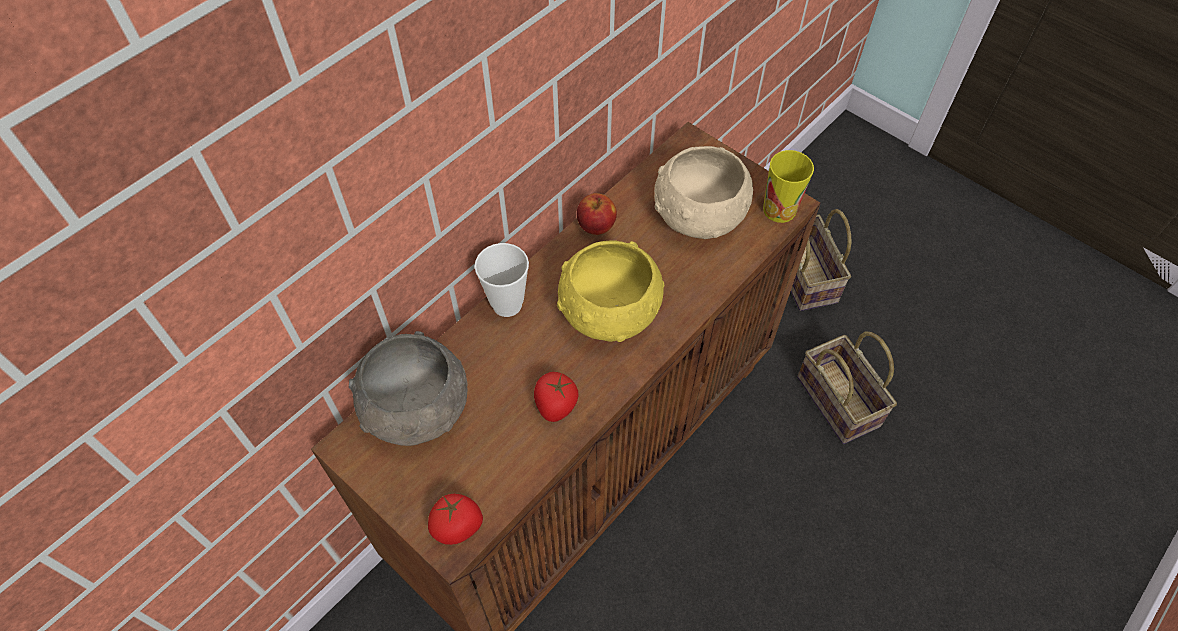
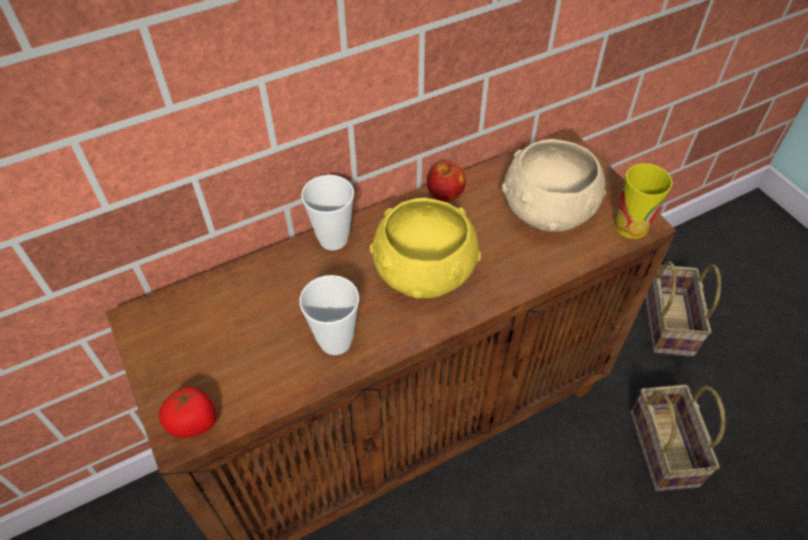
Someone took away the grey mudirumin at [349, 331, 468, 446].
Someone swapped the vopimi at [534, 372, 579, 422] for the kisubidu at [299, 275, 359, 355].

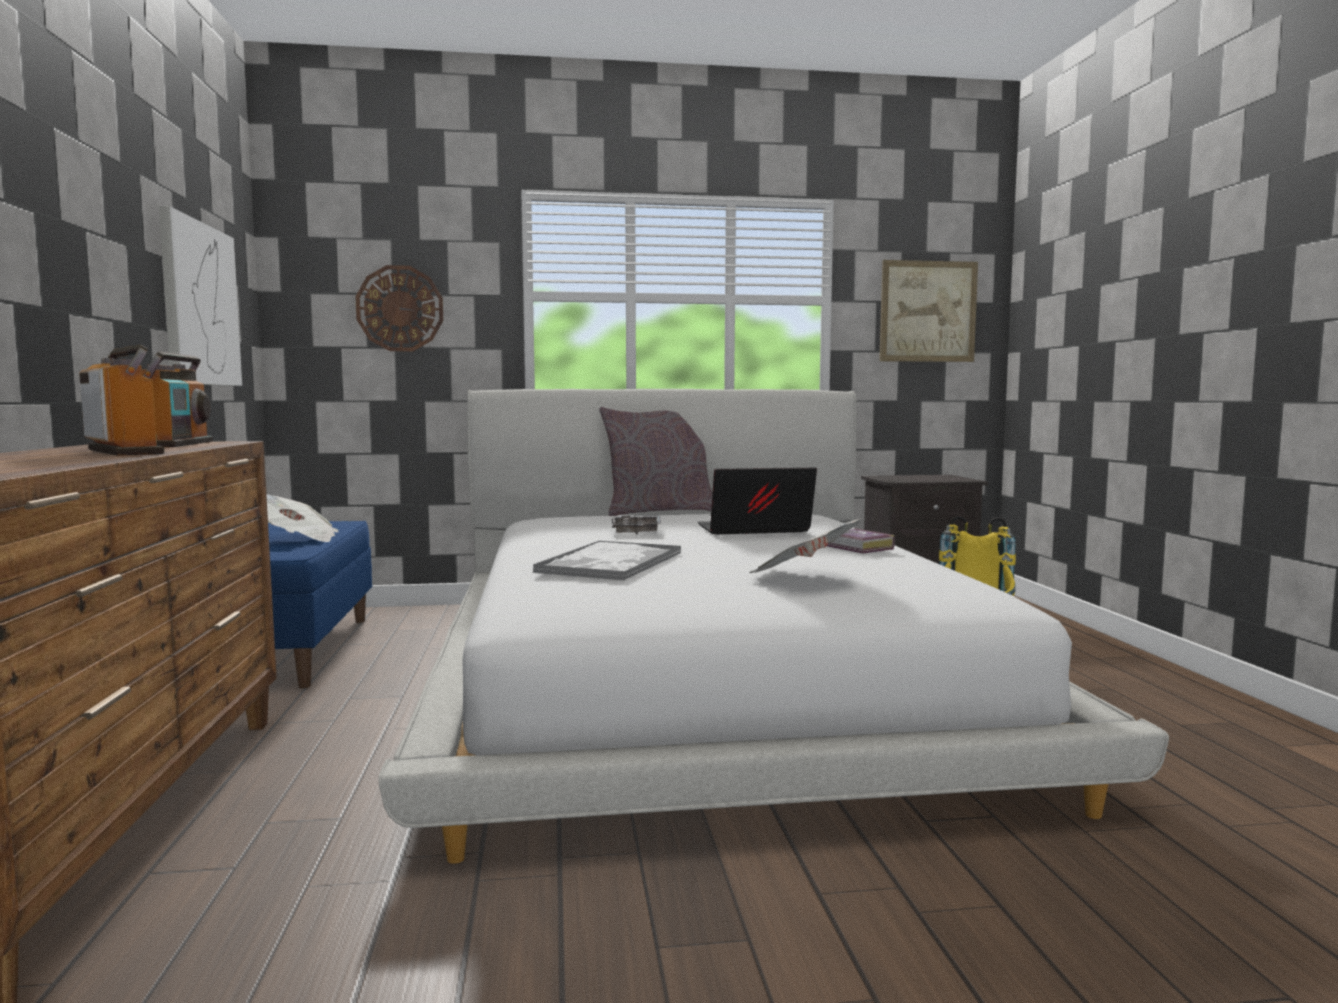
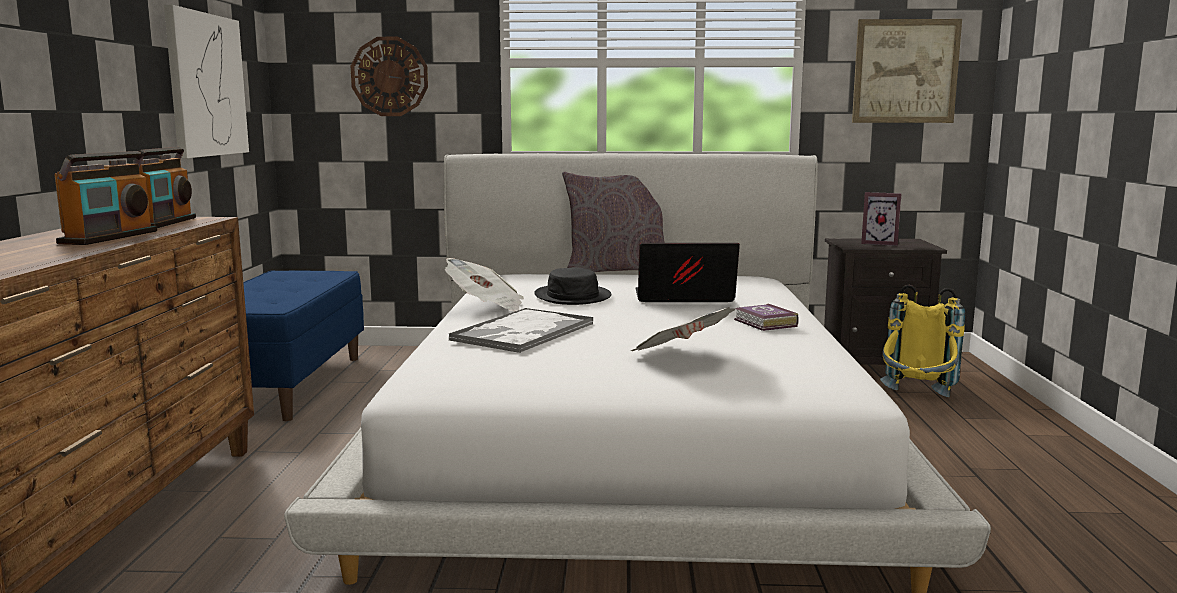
Someone rotated the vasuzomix at [79, 344, 164, 456] by 45 degrees clockwise.
Someone carried the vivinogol from [266, 494, 339, 542] to [445, 258, 524, 311].
Someone swapped the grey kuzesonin at [612, 515, 661, 535] for the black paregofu at [534, 267, 612, 305].
Someone put down the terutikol at [861, 192, 902, 246].

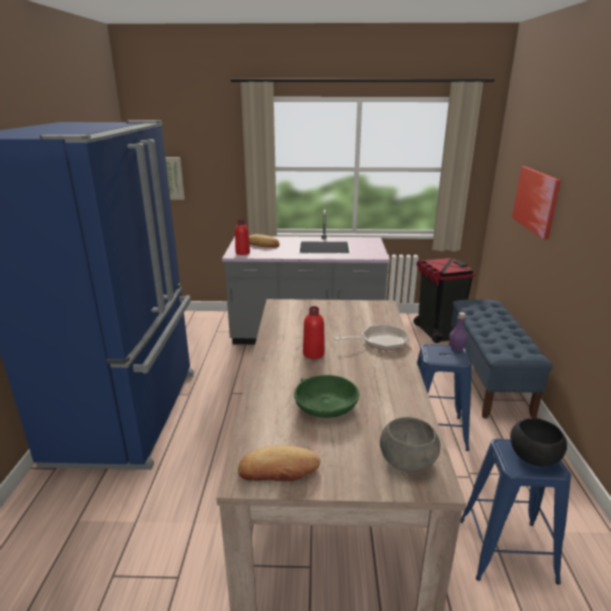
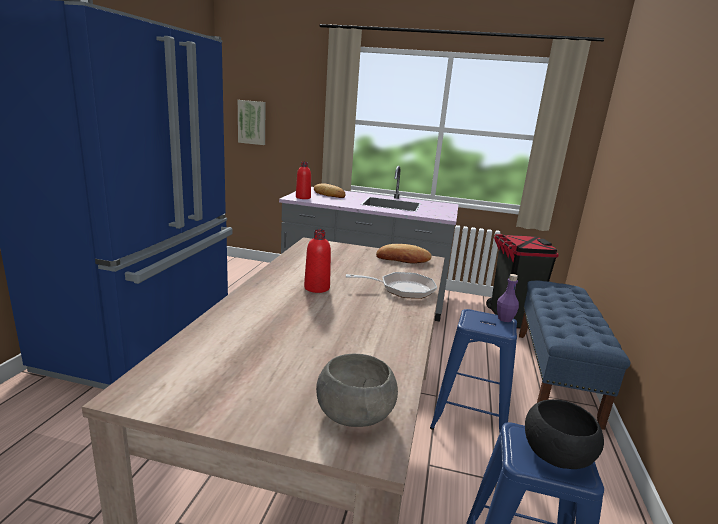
Someone carried the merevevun from [238, 446, 321, 481] to [376, 244, 432, 264].
Someone took away the green mudirumin at [294, 375, 359, 418].
Someone took away the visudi at [512, 166, 561, 240].

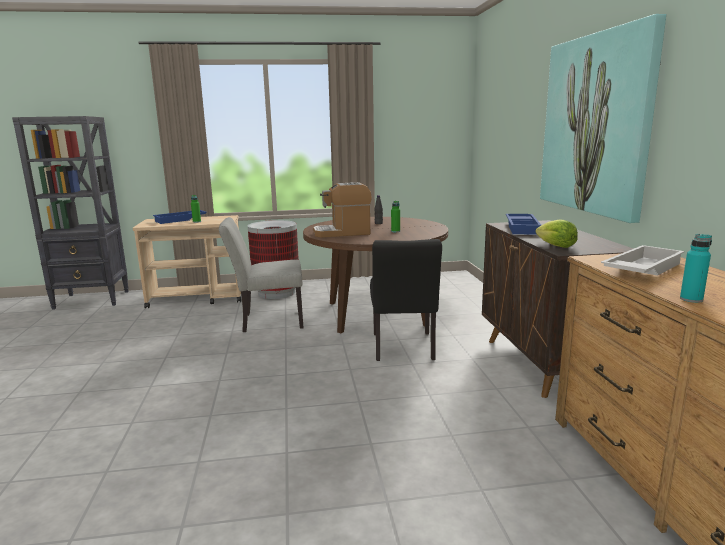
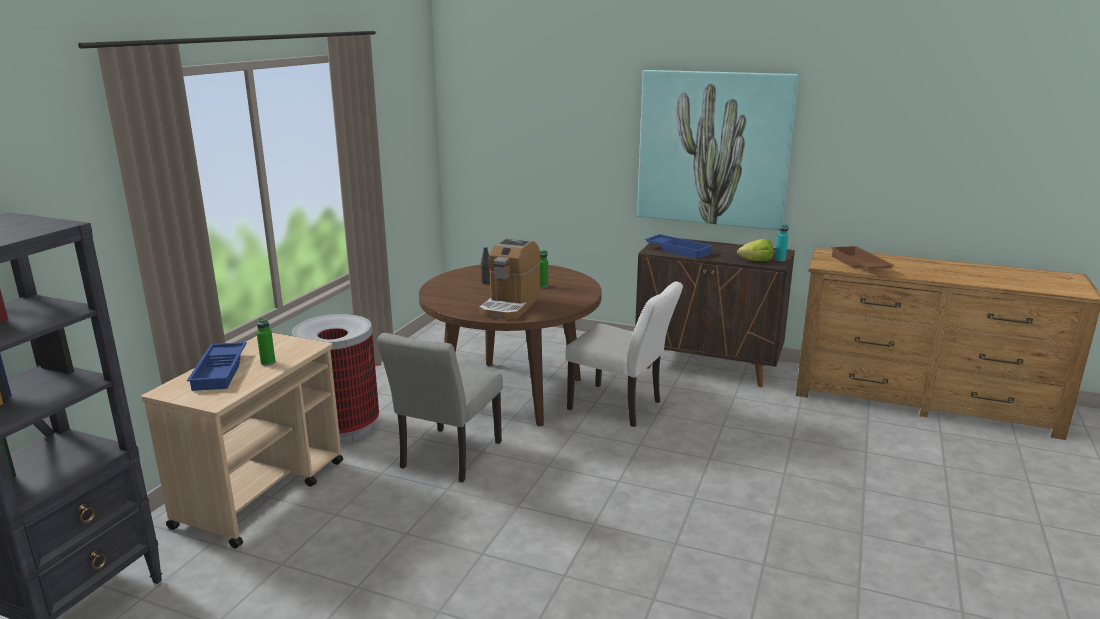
Someone repainted the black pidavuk at [370, 239, 442, 361], which became the white pidavuk at [565, 281, 683, 427].
Someone repainted the white kuzesonin at [601, 245, 685, 276], which became the brown kuzesonin at [831, 246, 895, 269].
Someone carried the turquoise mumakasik from [680, 234, 712, 303] to [775, 224, 788, 261].

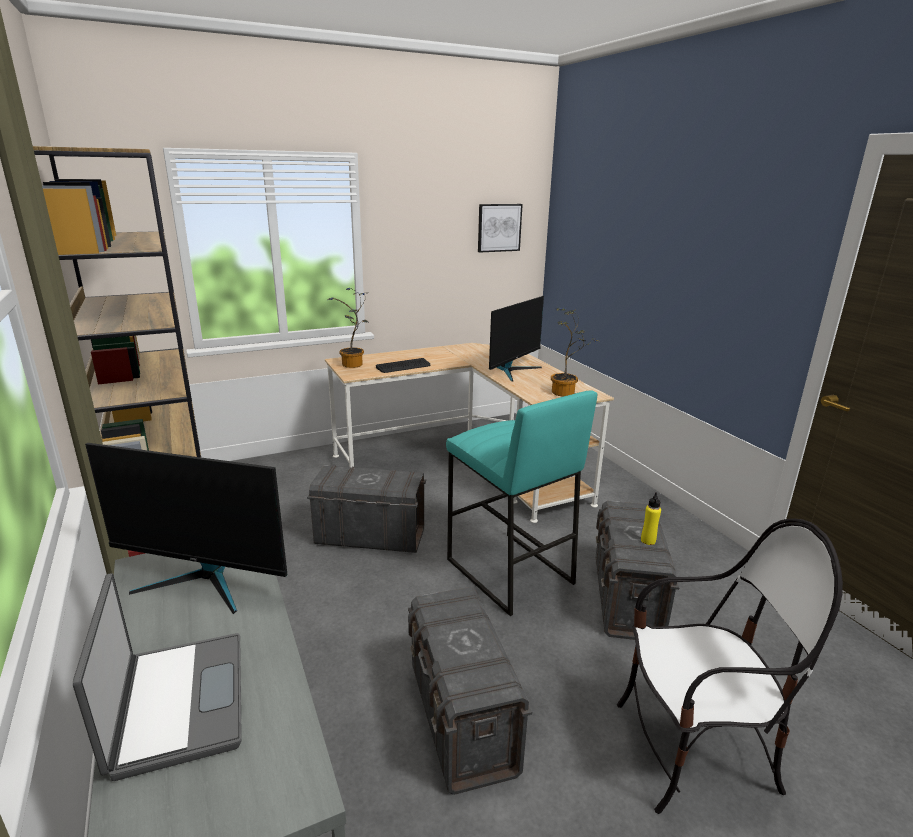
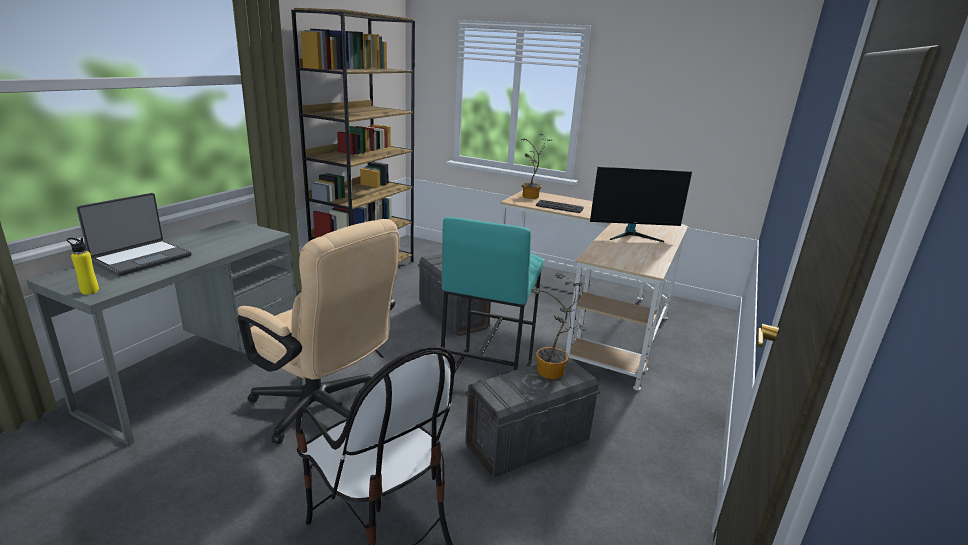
Someone took away the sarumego at [85, 443, 287, 614].
Someone swapped the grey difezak at [408, 587, 532, 795] for the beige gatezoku at [237, 219, 399, 444].
Someone took away the visudi at [478, 204, 523, 253].
Someone carried the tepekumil from [551, 308, 599, 397] to [531, 273, 588, 379].
Someone carried the yellow mumakasik from [641, 492, 661, 545] to [67, 238, 99, 294].

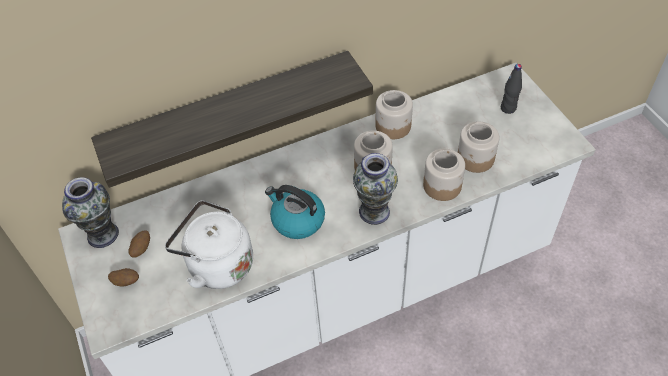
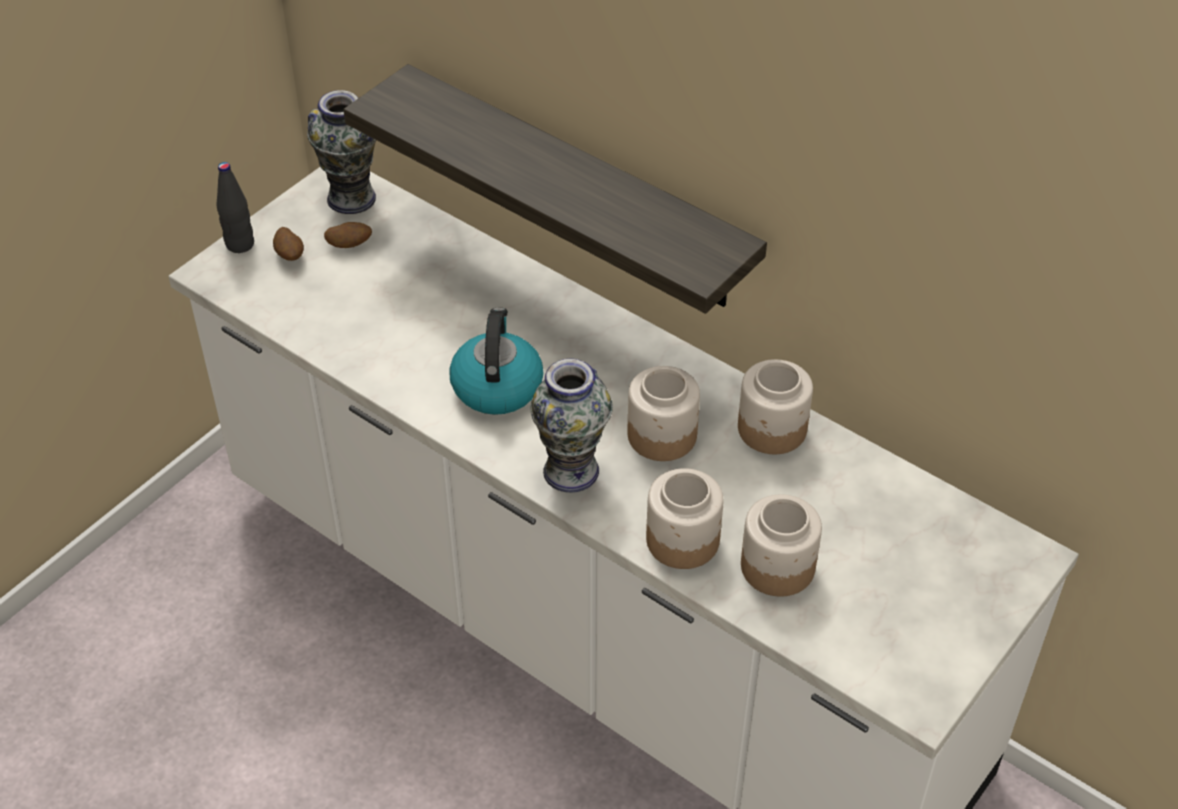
Someone took away the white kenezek at [165, 200, 253, 289].
Someone carried the black mumakasik from [501, 64, 522, 114] to [216, 162, 254, 253].

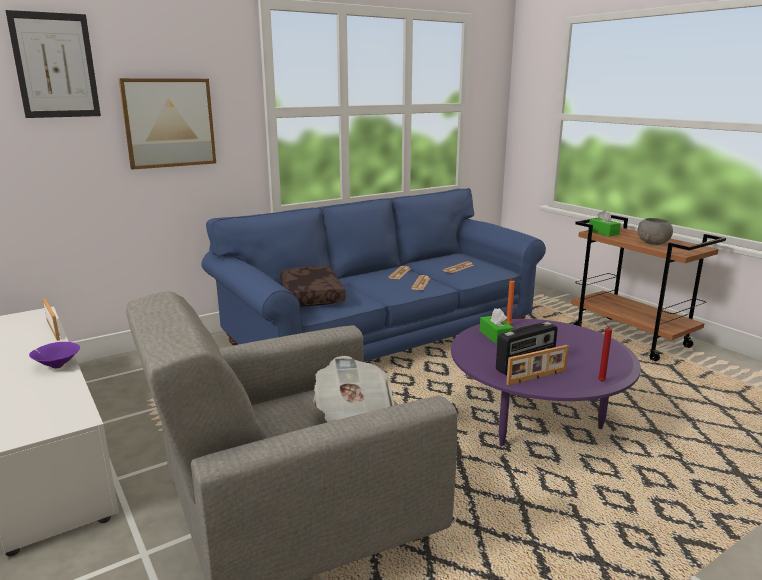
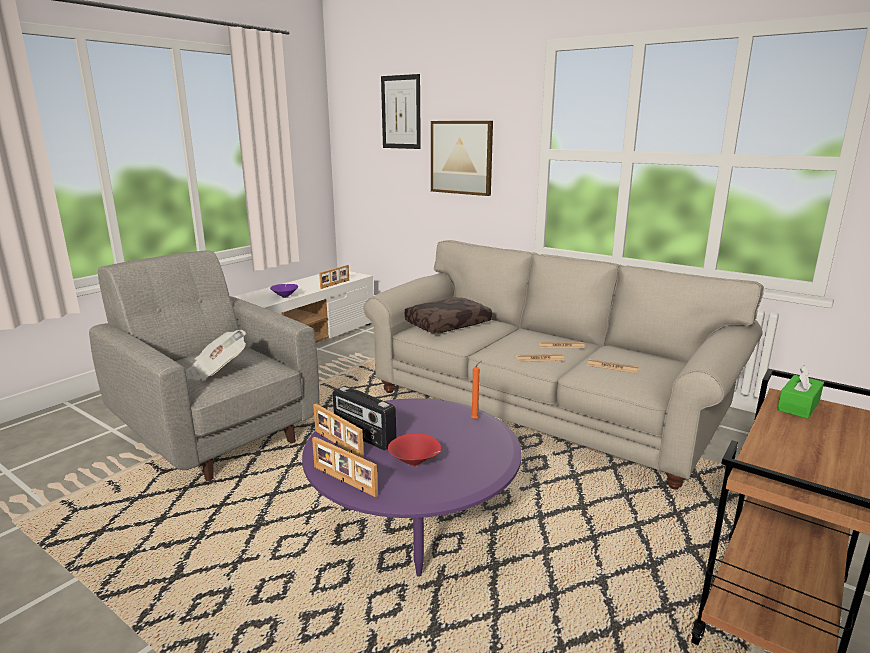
Someone repainted the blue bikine at [201, 188, 546, 362], which became the beige bikine at [363, 240, 764, 490].
Someone took away the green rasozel at [480, 308, 514, 344].
Someone swapped the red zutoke at [598, 321, 612, 382] for the terutikol at [312, 437, 378, 497].
Someone took away the grey mudirumin at [637, 218, 673, 245].
Someone put down the red mudirumin at [388, 433, 441, 466].

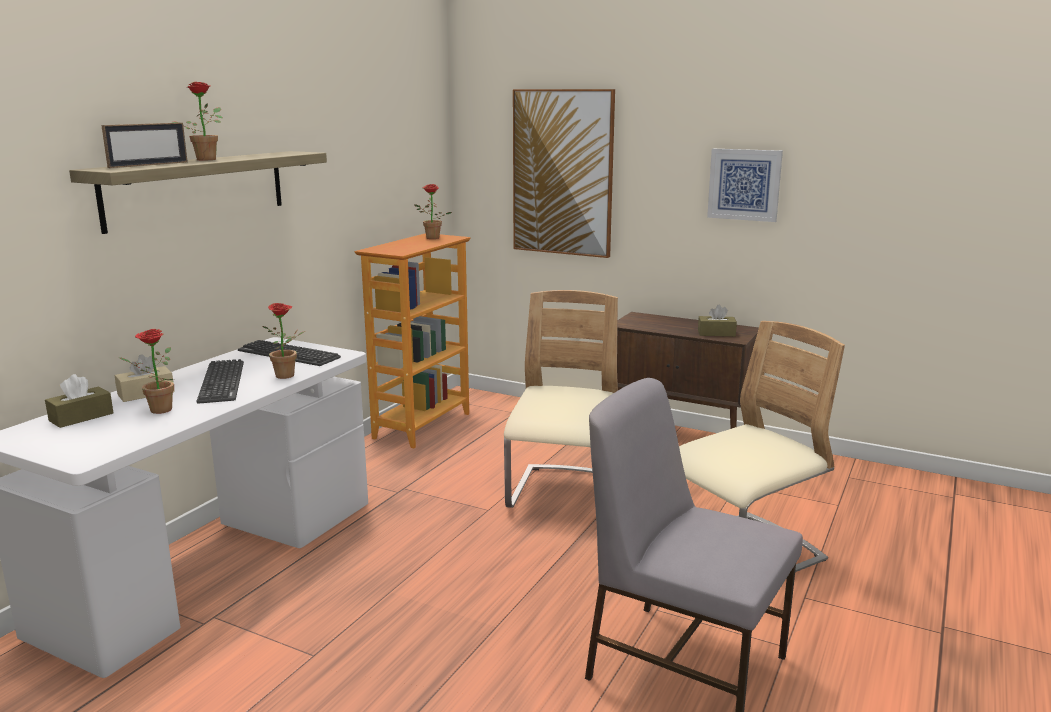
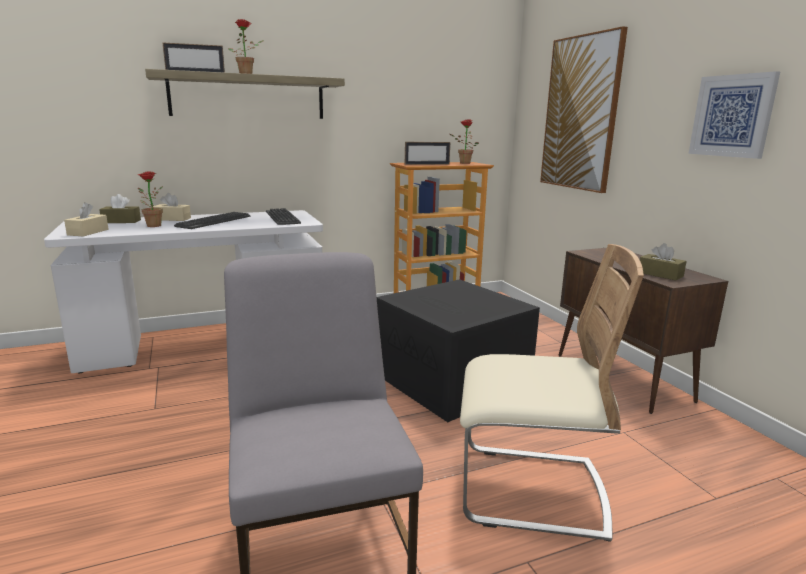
Someone took away the tepekumil at [263, 303, 305, 379].
Someone swapped the beige pidavuk at [504, 290, 618, 508] for the black difezak at [377, 279, 540, 422].
Someone put down the beige rasozel at [64, 202, 108, 236].
Someone put down the terutikol at [405, 142, 450, 165].

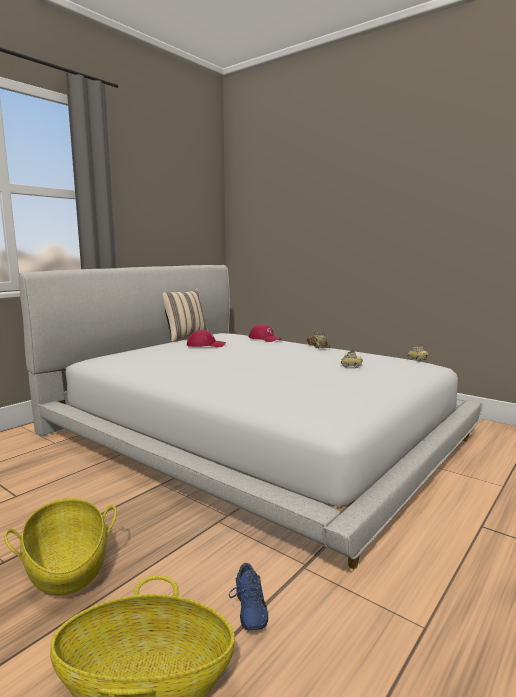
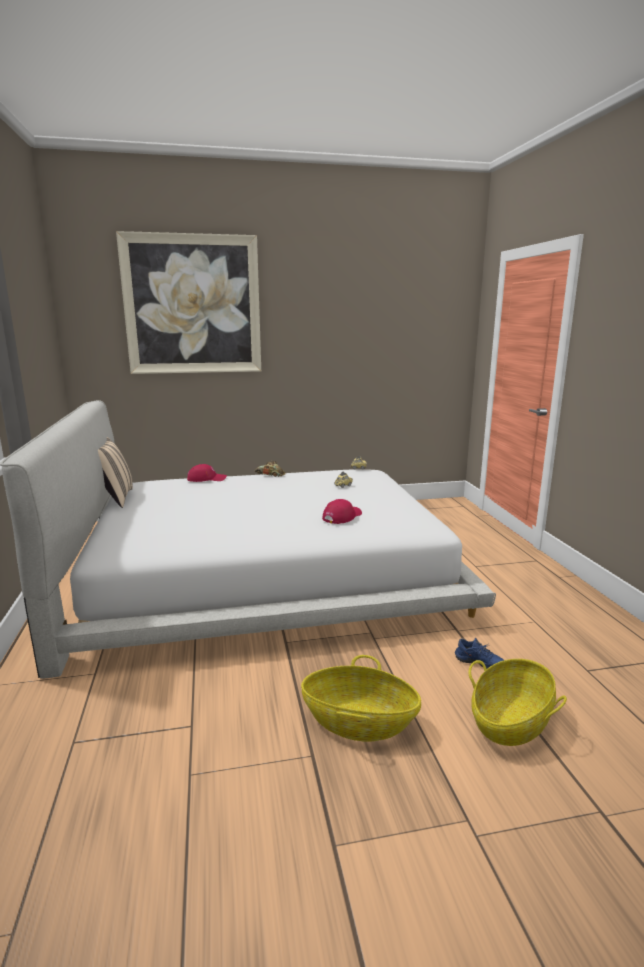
Someone carried the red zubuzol from [187, 330, 226, 347] to [322, 499, 362, 524].
Someone put up the visudi at [116, 231, 261, 374].

